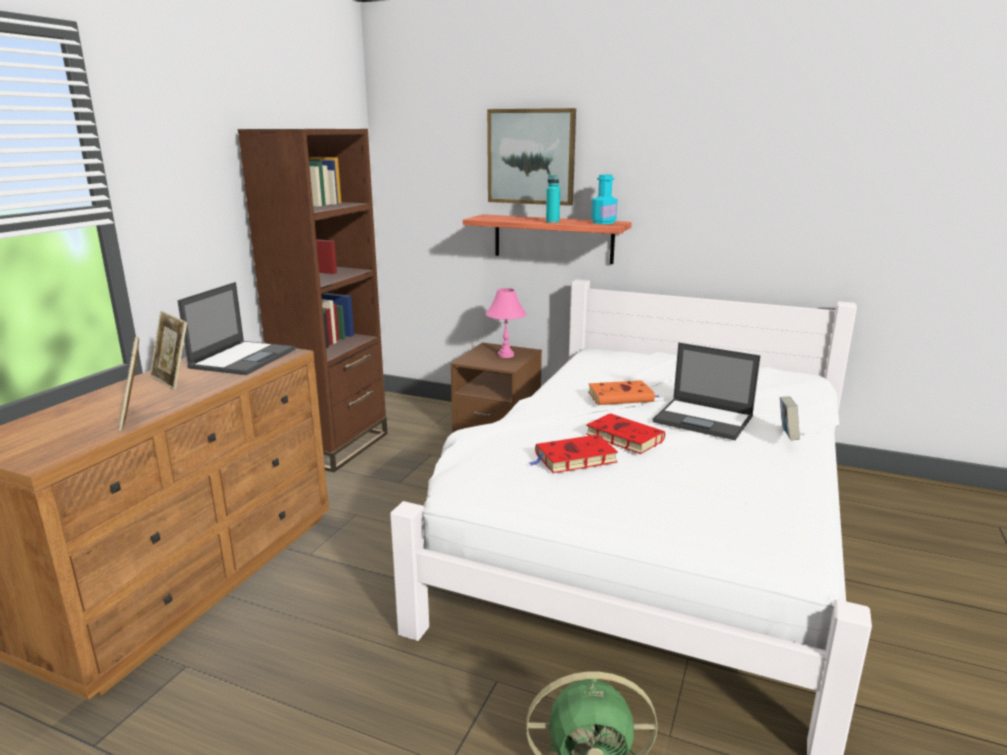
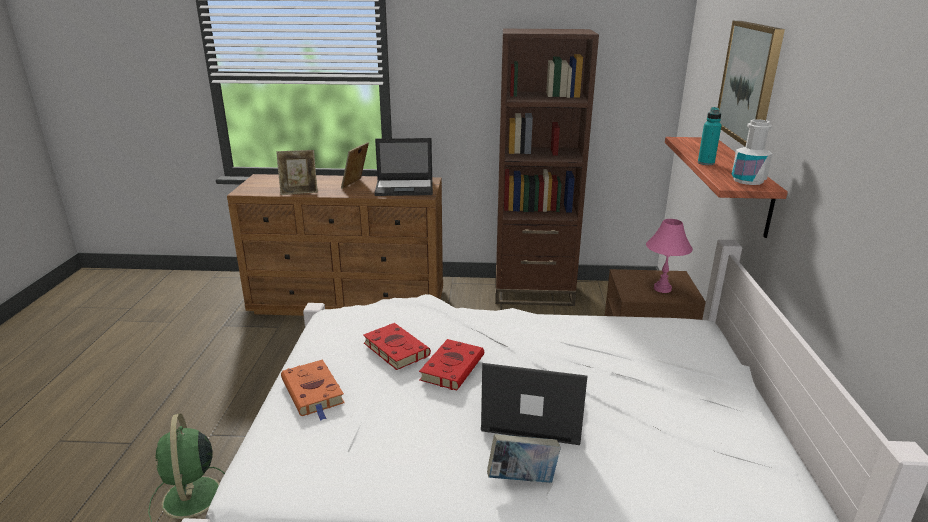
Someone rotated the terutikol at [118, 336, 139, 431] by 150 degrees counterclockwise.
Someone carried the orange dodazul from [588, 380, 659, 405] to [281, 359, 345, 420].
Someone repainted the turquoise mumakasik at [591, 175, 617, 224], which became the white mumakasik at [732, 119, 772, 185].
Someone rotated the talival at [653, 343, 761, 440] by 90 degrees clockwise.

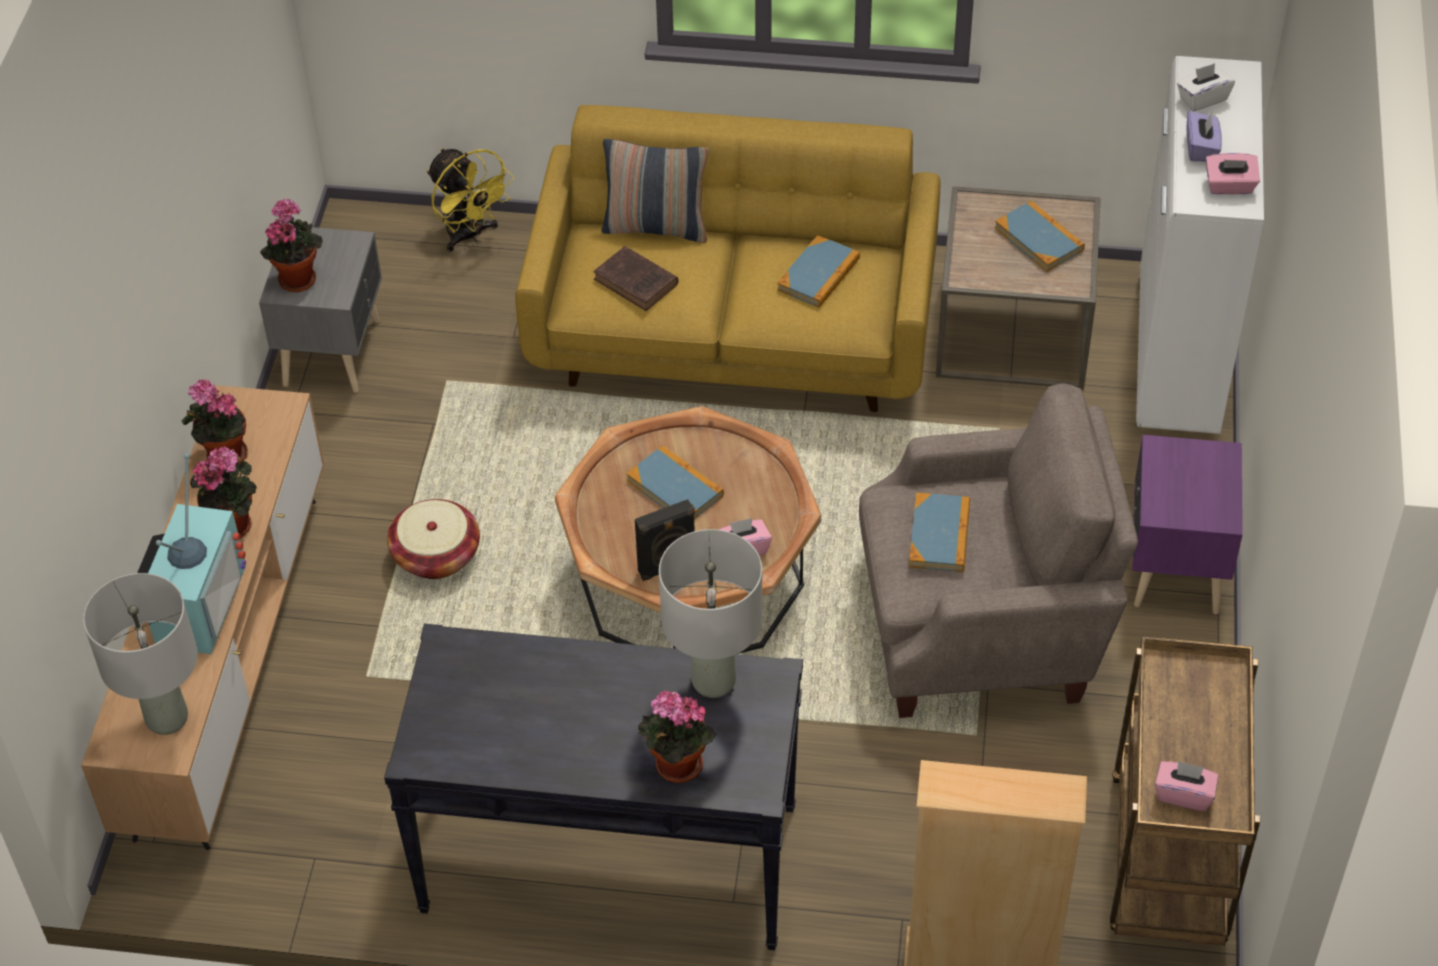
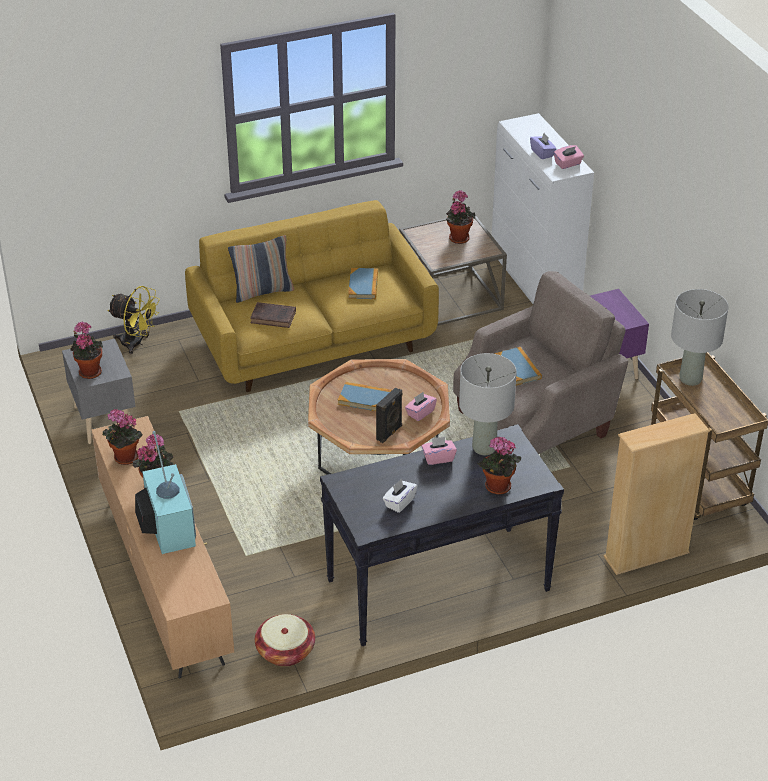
Someone carried the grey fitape from [83, 573, 198, 735] to [671, 289, 729, 386].
Someone carried the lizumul from [387, 499, 480, 579] to [255, 614, 315, 667].
Someone swapped the dodazul at [995, 200, 1085, 272] for the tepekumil at [446, 190, 475, 244].
Someone carried the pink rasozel from [1155, 760, 1218, 811] to [421, 437, 457, 465].
Someone carried the white rasozel from [1177, 63, 1235, 111] to [383, 479, 417, 513].

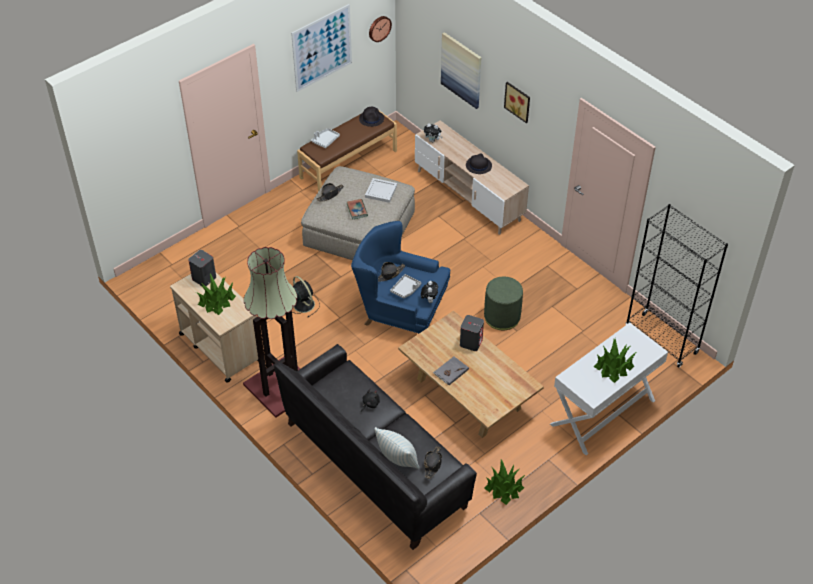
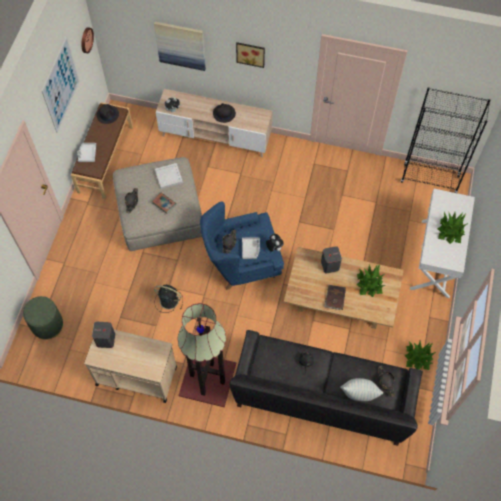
Someone carried the tepekumil from [196, 273, 236, 315] to [357, 264, 386, 297].
Someone repainted the grey dodazul at [433, 356, 469, 385], which became the brown dodazul at [324, 285, 346, 310].
Someone carried the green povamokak from [484, 277, 523, 330] to [23, 296, 63, 340].

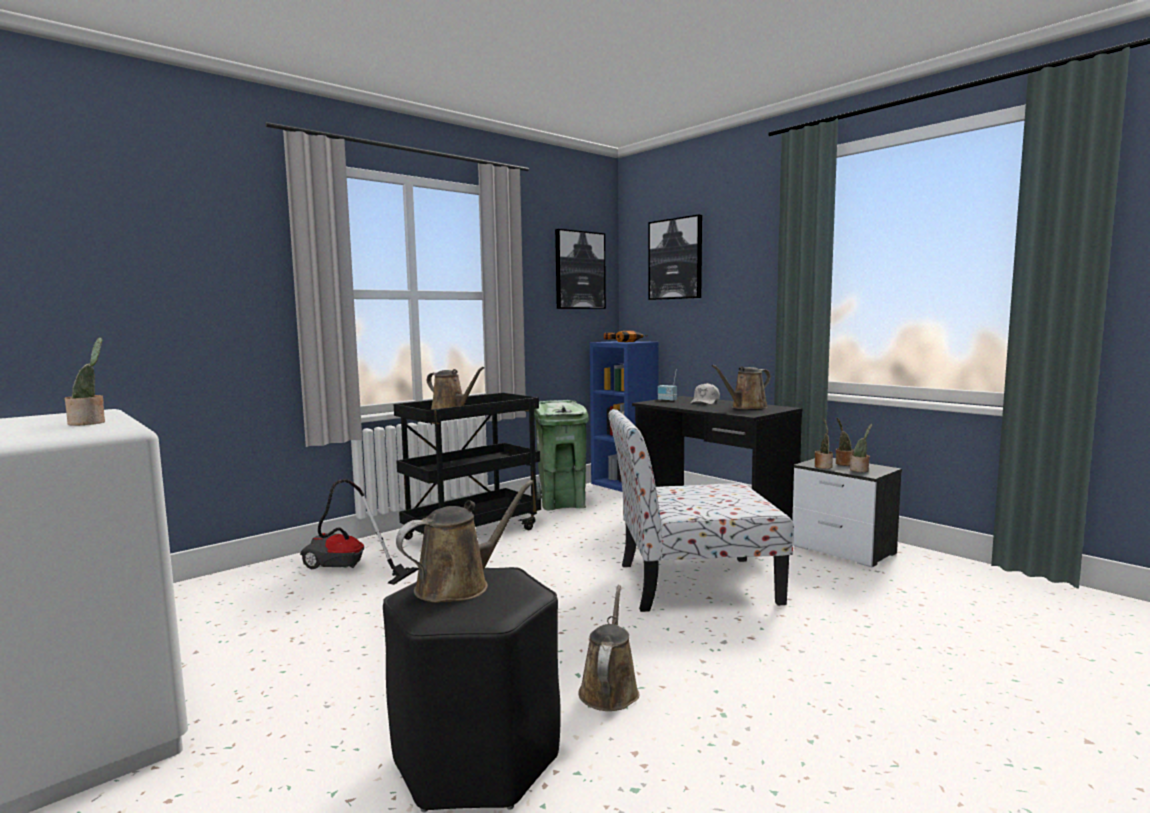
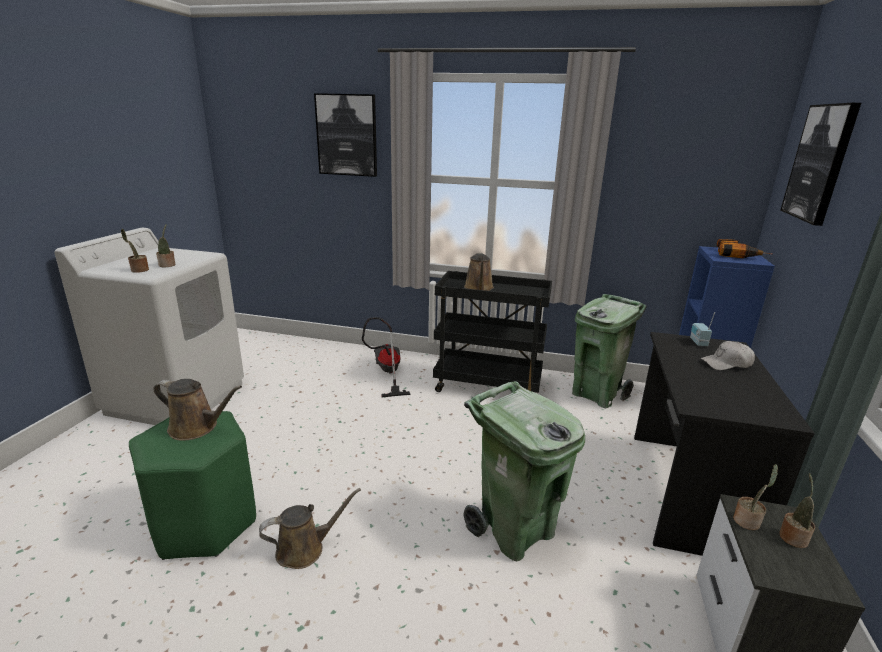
Someone repainted the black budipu at [383, 567, 561, 812], which became the green budipu at [129, 411, 256, 560].
Someone carried the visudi from [555, 229, 606, 309] to [314, 93, 377, 177].
Someone swapped the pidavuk at [608, 409, 794, 612] for the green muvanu at [463, 381, 585, 561].
Someone took away the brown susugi at [712, 365, 771, 409].
Someone carried the tepekumil from [850, 424, 872, 472] to [121, 229, 149, 273].

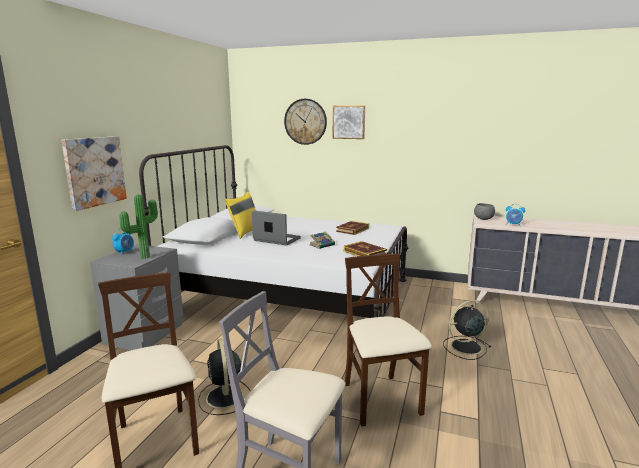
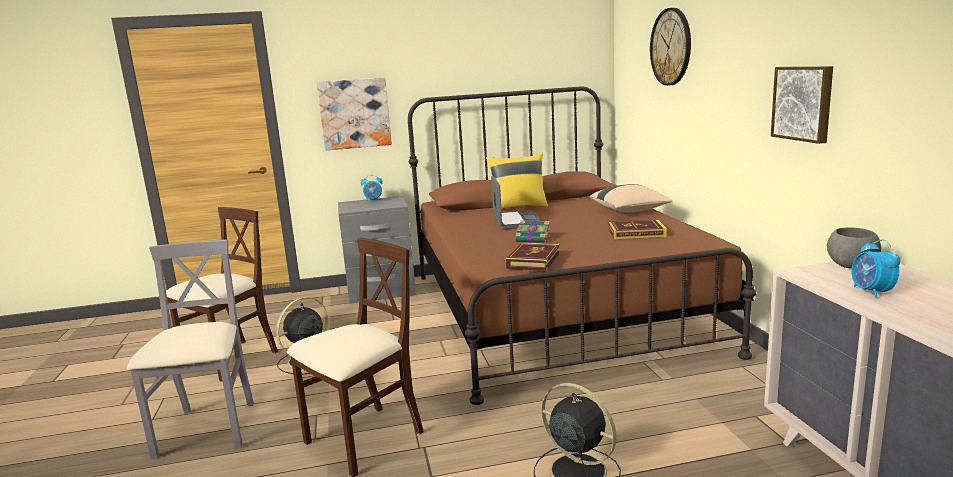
Someone took away the tepekumil at [119, 195, 158, 259].
Someone repainted the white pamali at [139, 145, 408, 318], which became the brown pamali at [408, 87, 756, 405].
Someone carried the visudi from [333, 105, 365, 139] to [771, 66, 833, 144].
Someone put down the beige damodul at [590, 184, 672, 212].

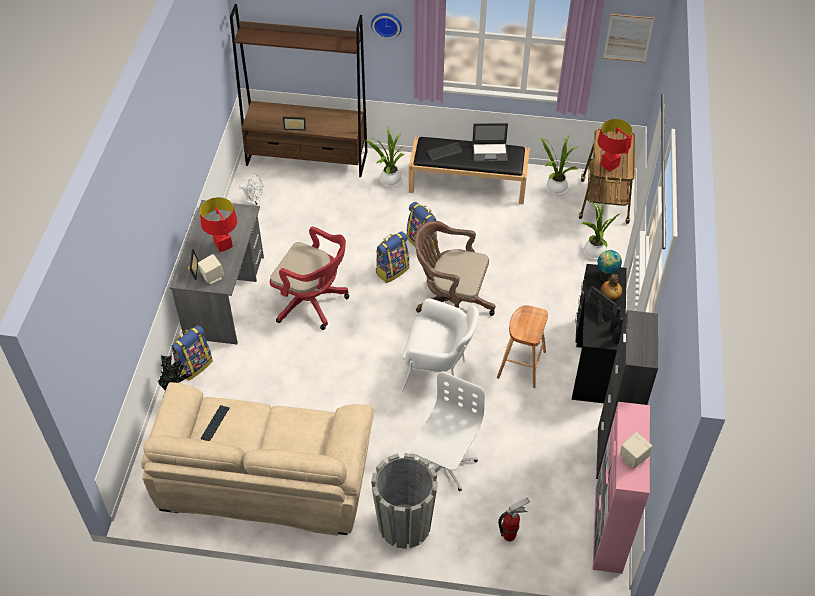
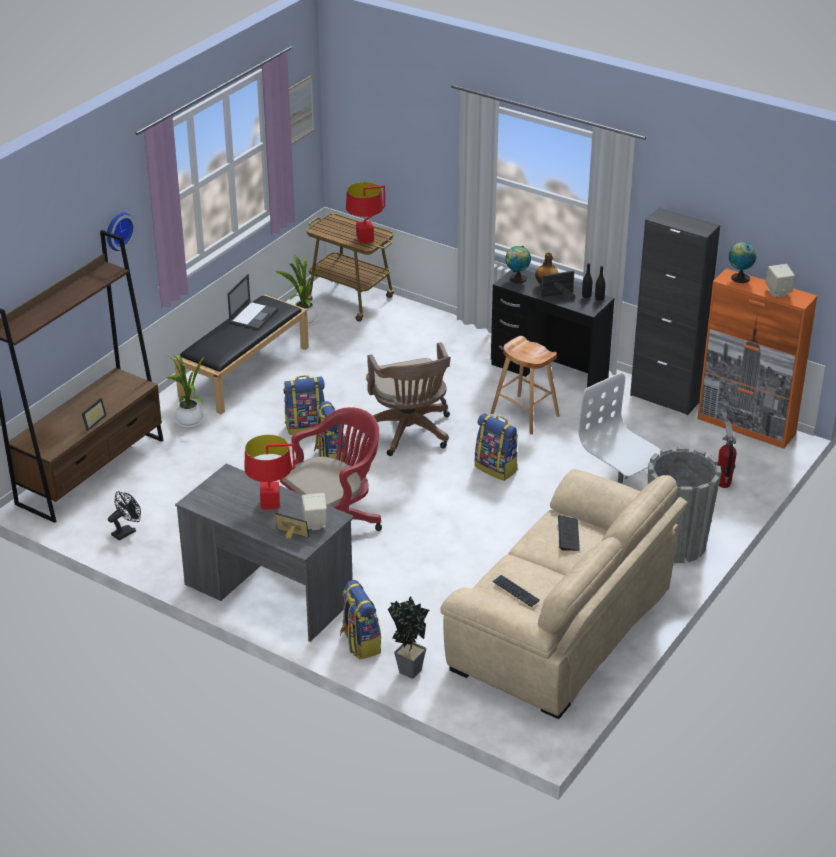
Someone repainted the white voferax at [239, 175, 263, 206], which became the black voferax at [108, 491, 141, 541].
Someone swapped the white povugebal at [401, 298, 479, 393] for the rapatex at [475, 413, 518, 481].
Someone rotated the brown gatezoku at [415, 221, 495, 316] by 60 degrees counterclockwise.
Someone carried the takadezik from [427, 142, 462, 161] to [558, 515, 580, 551].
Someone took away the tepekumil at [582, 201, 621, 260].
Someone repainted the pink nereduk at [592, 402, 650, 574], which became the orange nereduk at [697, 268, 817, 449].
Someone put down the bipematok at [729, 242, 756, 283].

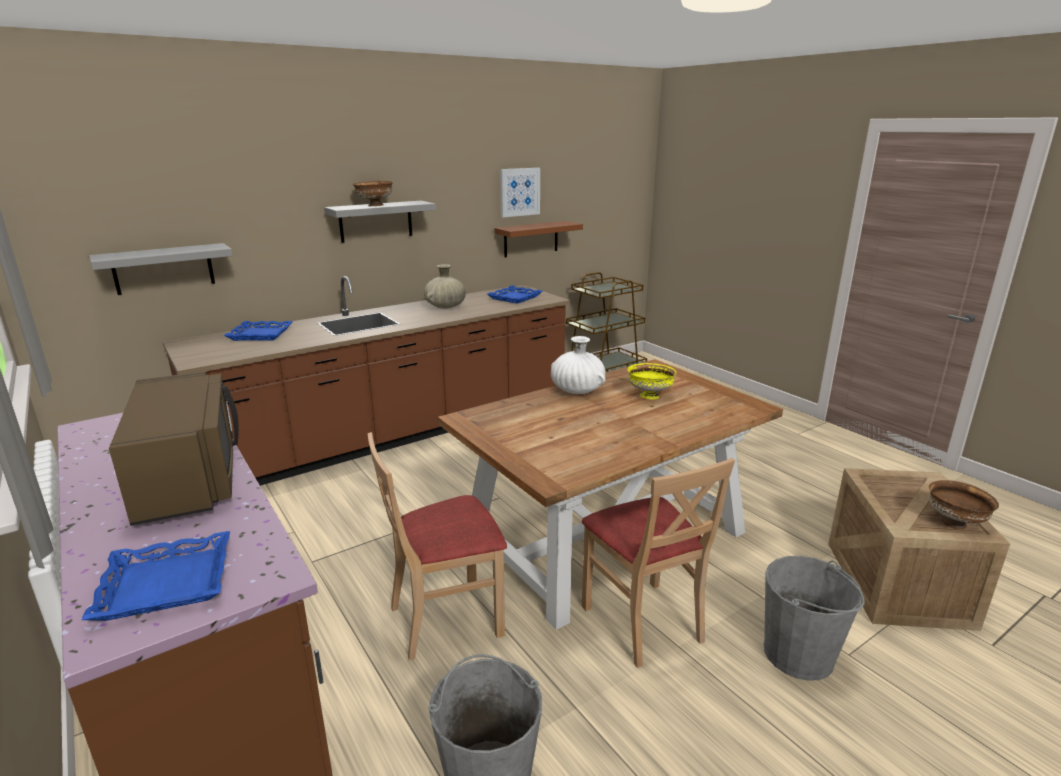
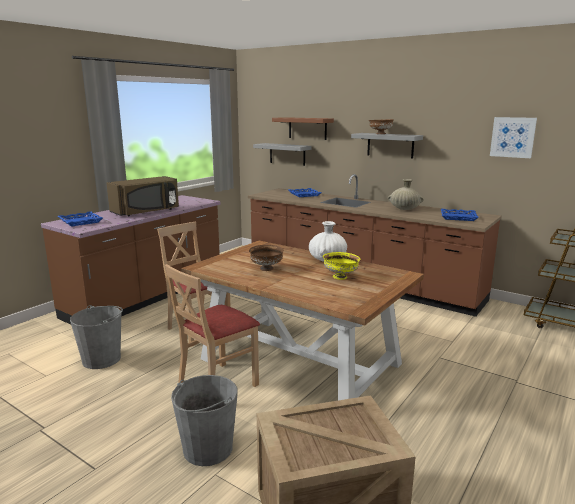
Someone carried the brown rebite from [494, 221, 583, 257] to [272, 117, 334, 140].
Someone carried the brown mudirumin from [929, 480, 999, 530] to [249, 245, 284, 271].

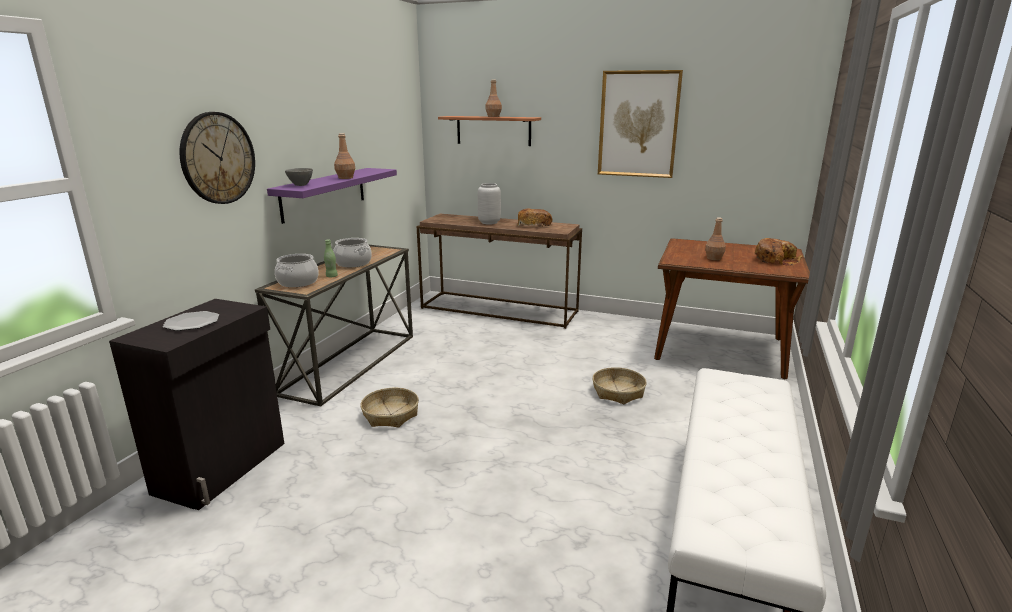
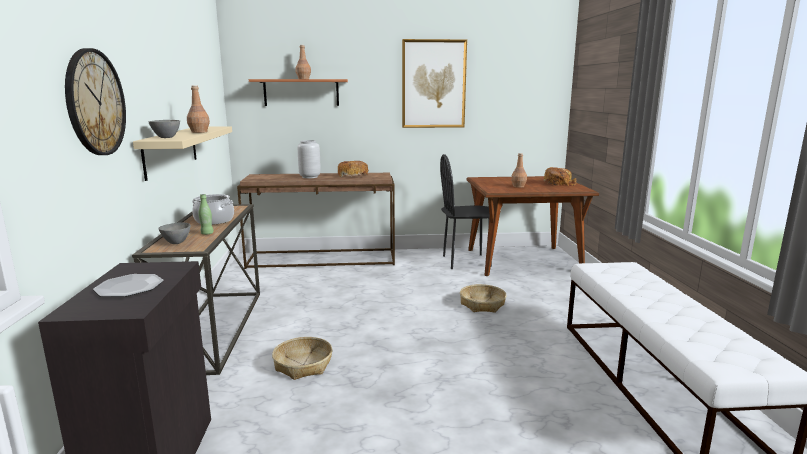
Someone repainted the purple rebite at [267, 168, 397, 224], which became the beige rebite at [133, 126, 232, 181].
Someone swapped the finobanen at [275, 254, 319, 287] for the grey mudirumin at [158, 222, 191, 244].
Someone put down the black pidavuk at [440, 154, 492, 269].

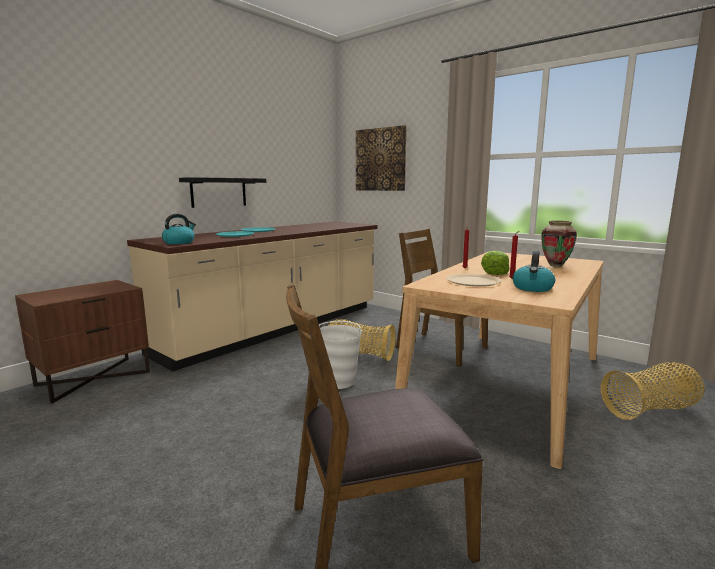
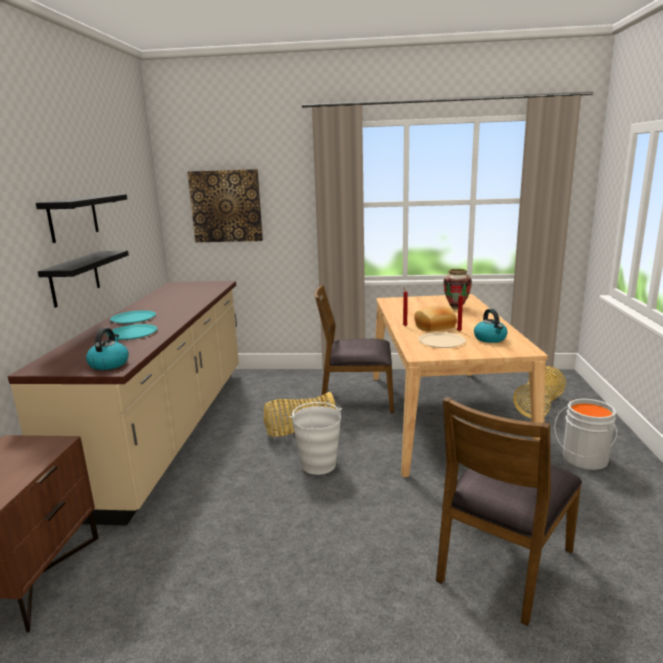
Someone swapped the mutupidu at [481, 251, 510, 275] for the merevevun at [414, 306, 457, 332].
Someone put up the black rebite at [36, 194, 127, 243].
Someone put down the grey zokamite at [554, 398, 617, 470].

